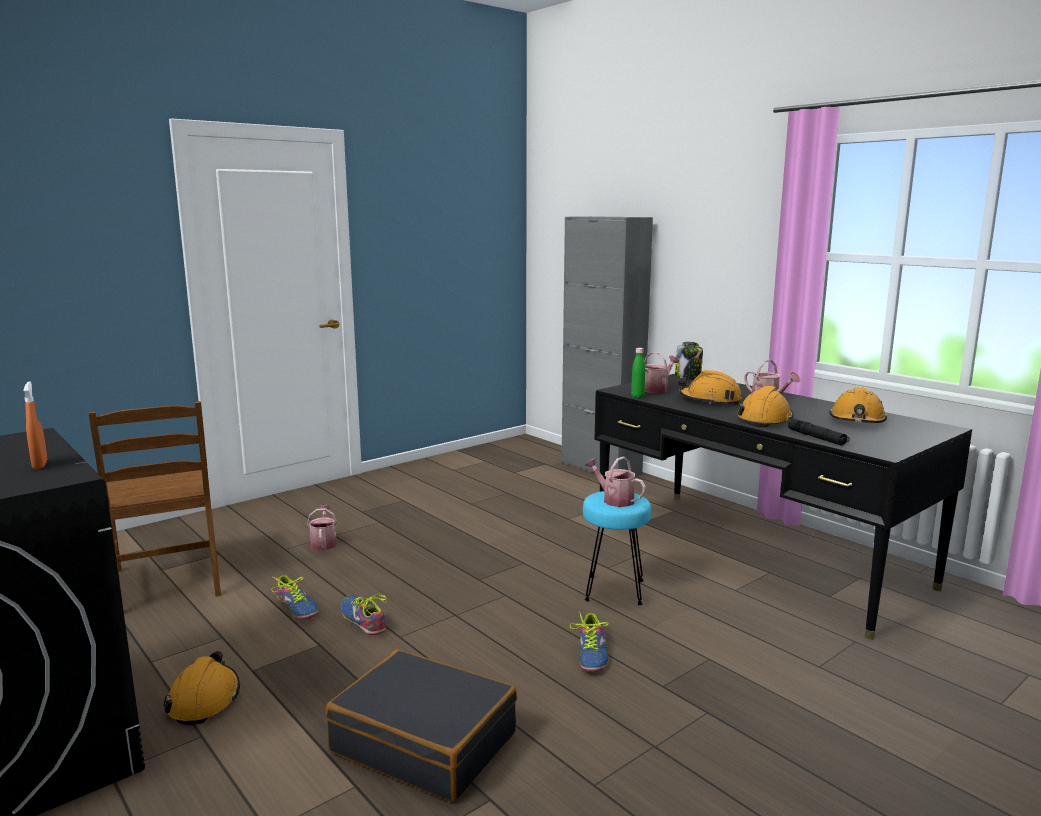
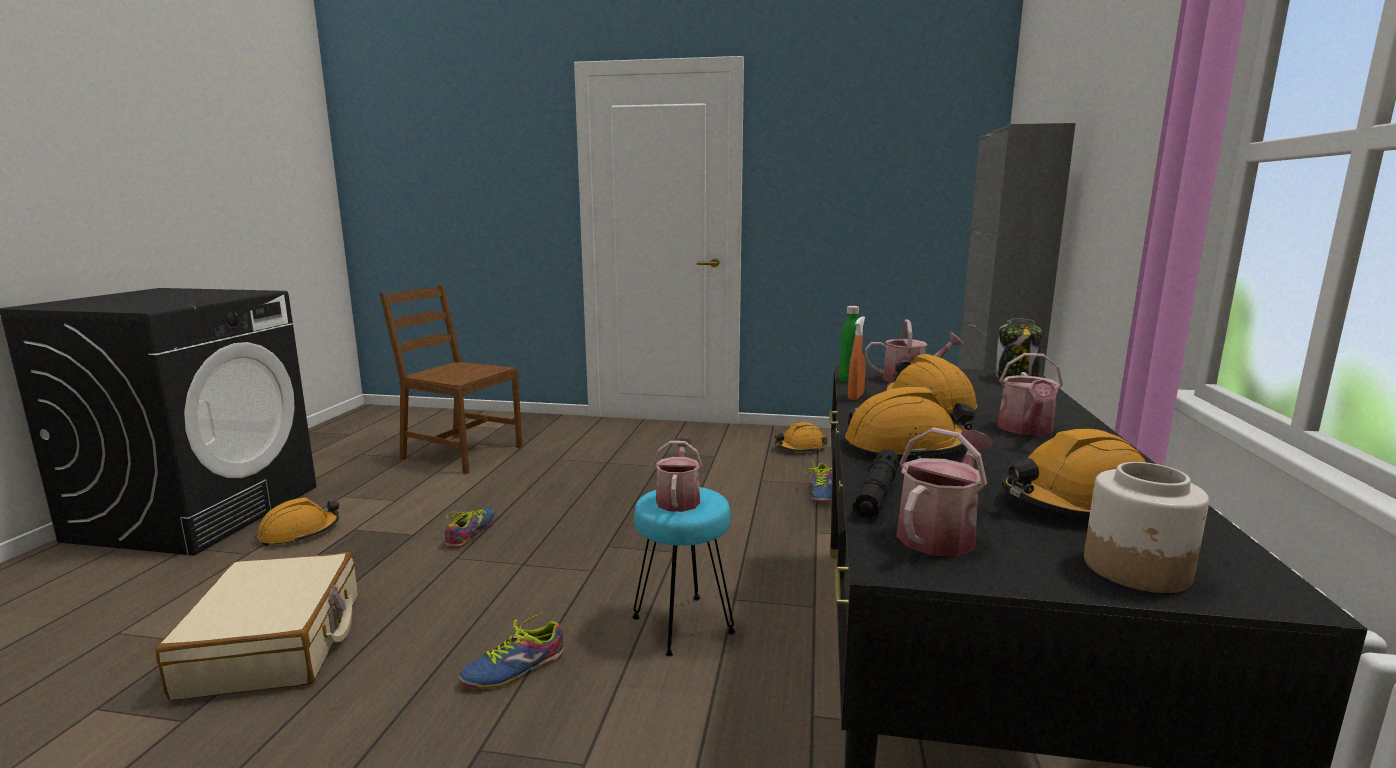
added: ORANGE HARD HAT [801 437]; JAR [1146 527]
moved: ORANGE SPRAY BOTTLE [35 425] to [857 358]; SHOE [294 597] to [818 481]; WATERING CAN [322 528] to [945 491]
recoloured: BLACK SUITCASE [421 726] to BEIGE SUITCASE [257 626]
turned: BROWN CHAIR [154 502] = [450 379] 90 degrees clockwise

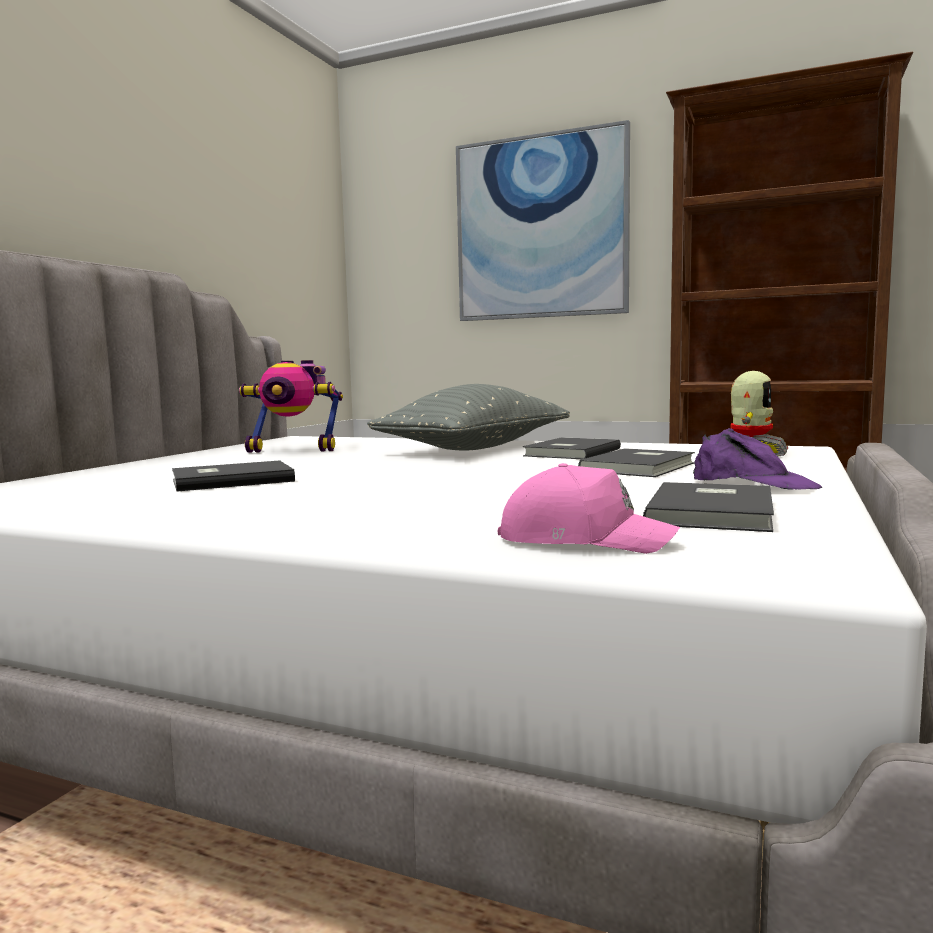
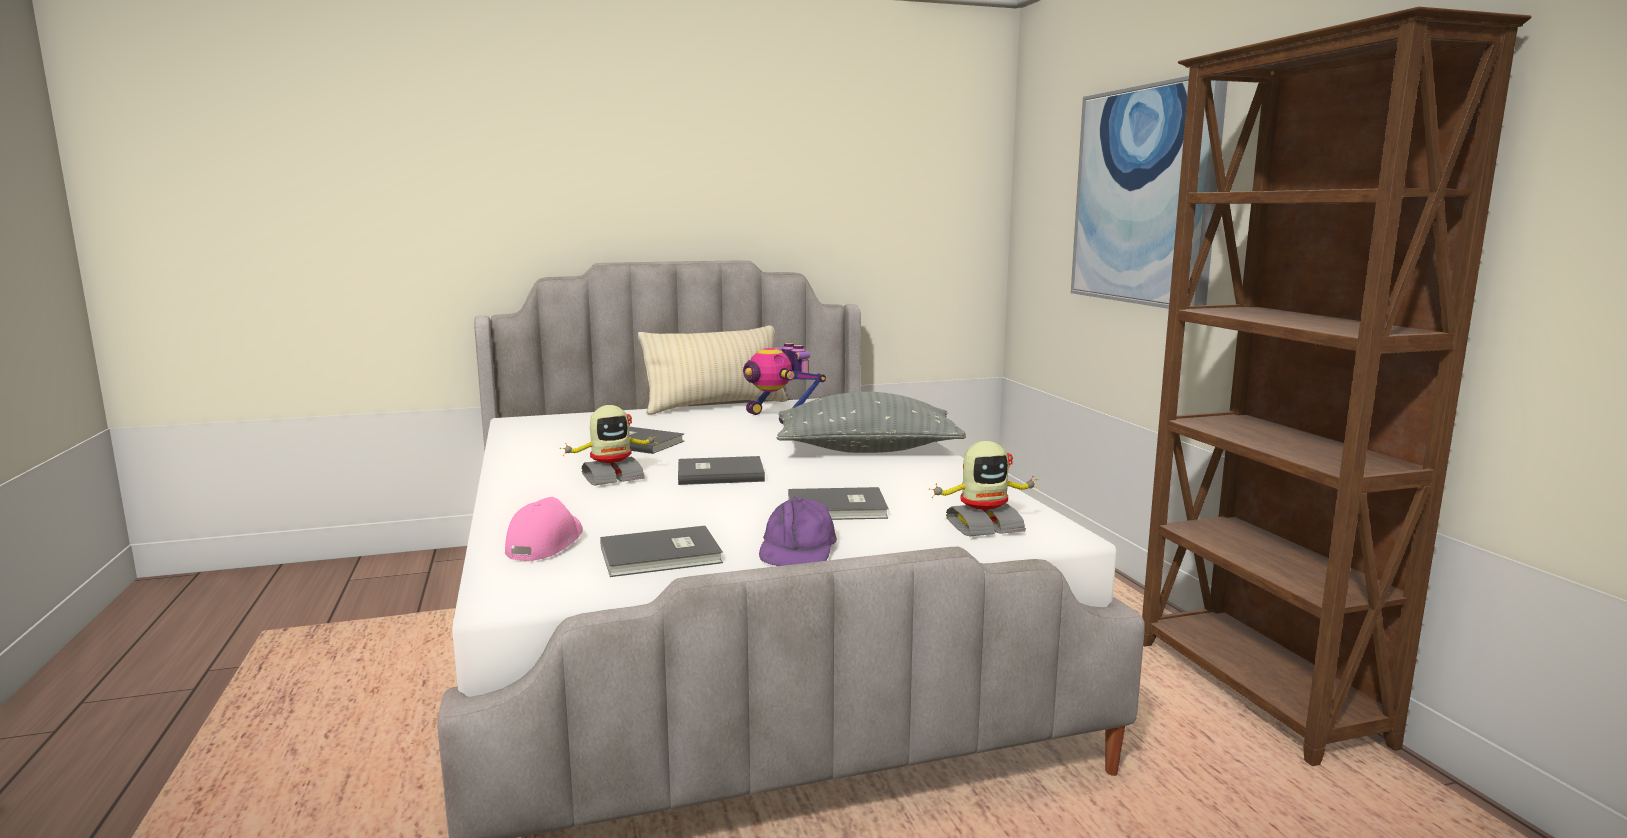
added: TOY ROBOT [608 445]; BEIGE PILLOW [713 370]
moved: GREY BOOK [572 448] to [721 470]
turned: PINK CAP [589 508] = [544 529] 150 degrees counterclockwise

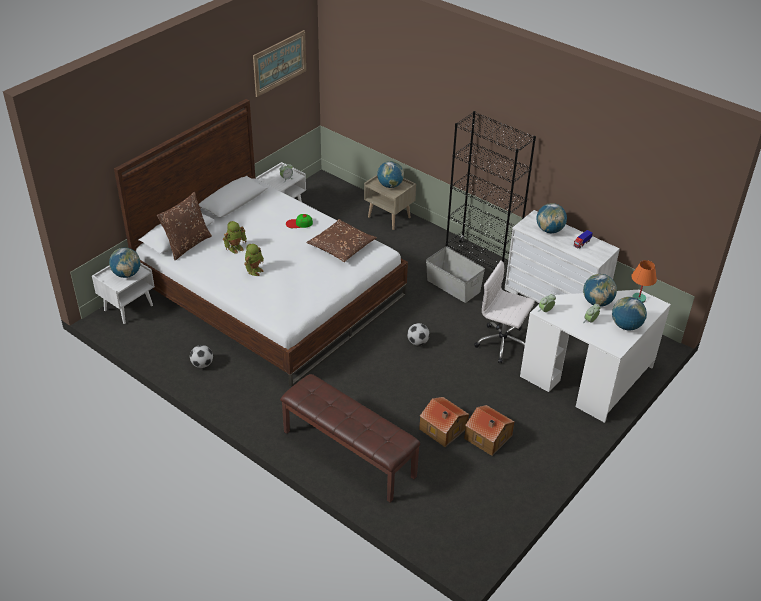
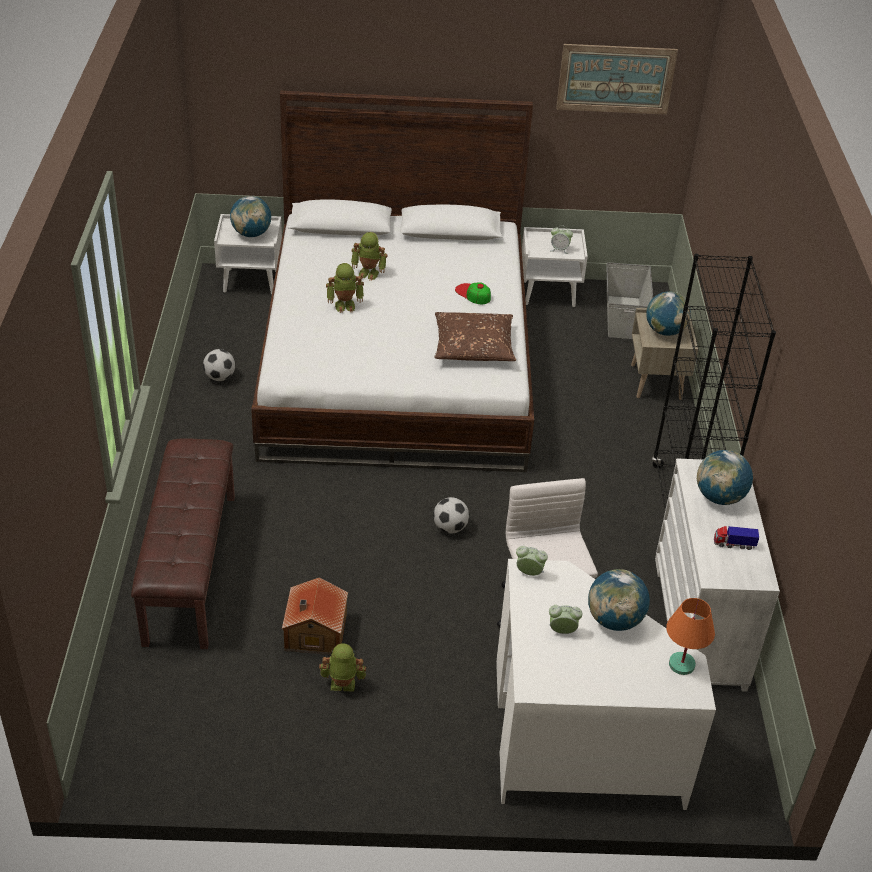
removed: BROWN PILLOW [184 226]; GLOBE [629 313]
moved: GREY STORAGE BOX [455 275] to [629 300]
replaced: TOY HOUSE [489 430] to TOY ROBOT [342 667]

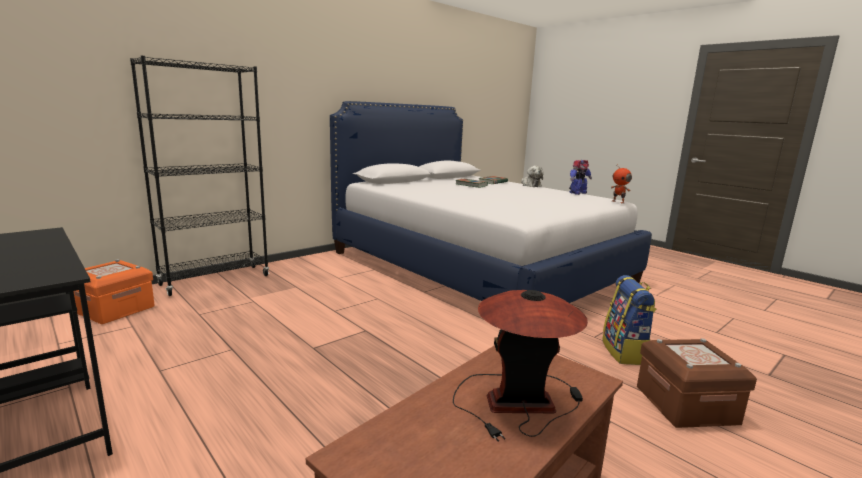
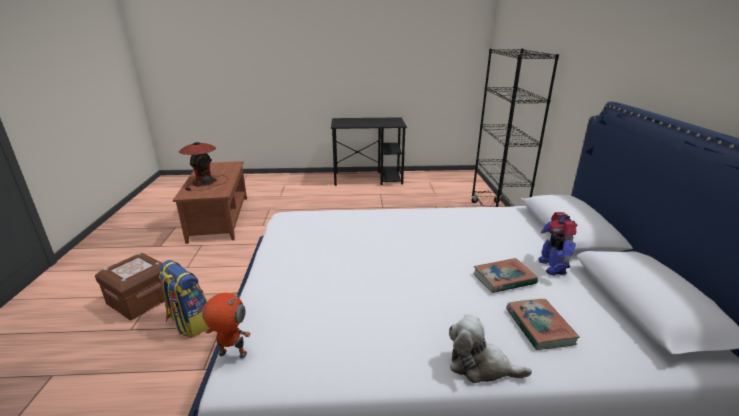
removed: ORANGE STORAGE BOX [114 291]
moved: TOY ROBOT [580 177] to [557 244]

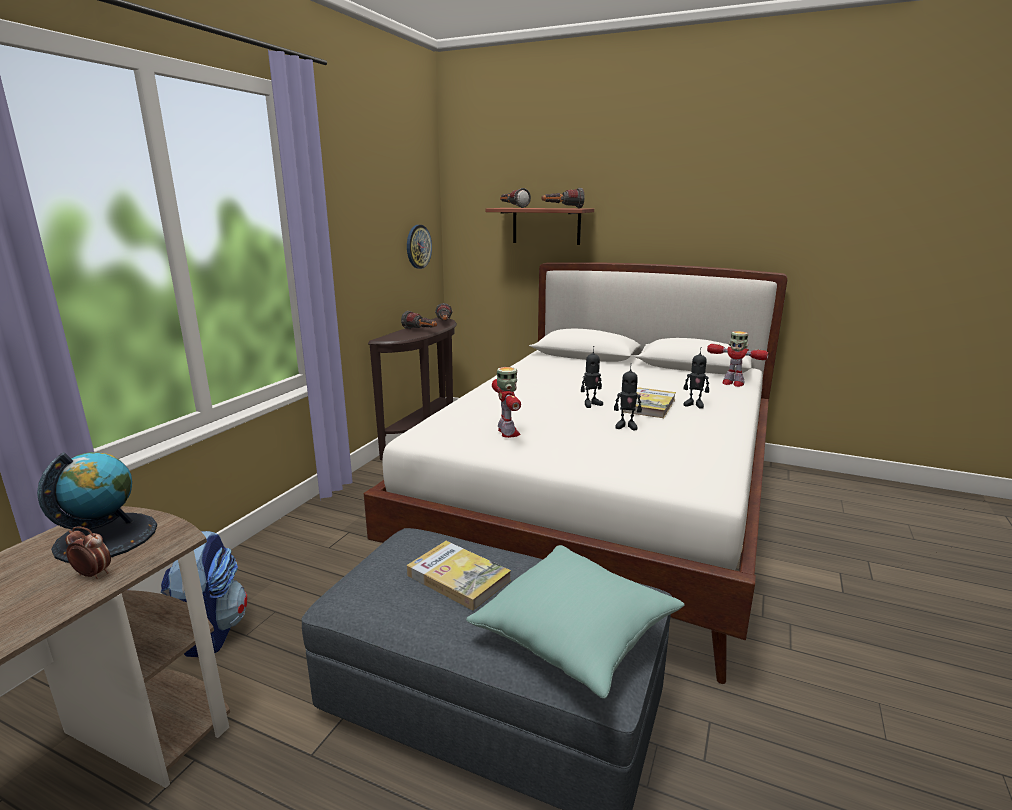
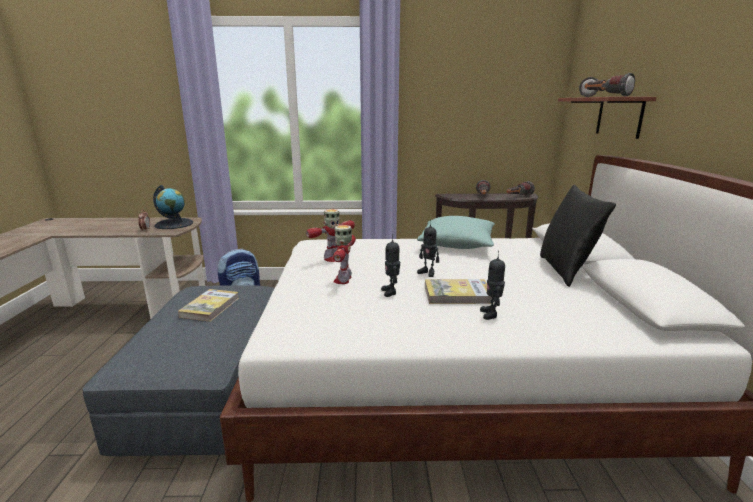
removed: WALL CLOCK [419 247]
added: BLACK PILLOW [578 235]
moved: TURQUOISE PILLOW [575 622] to [456 232]; TOY ROBOT [738 359] to [344 254]

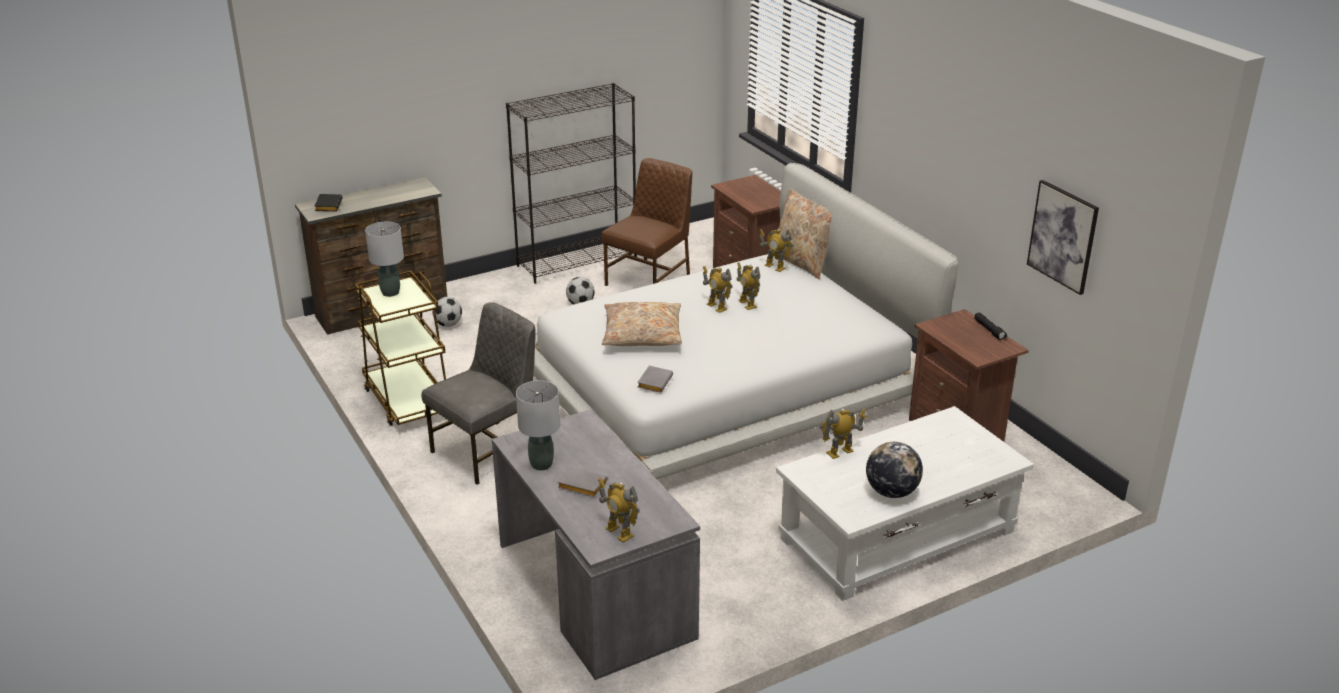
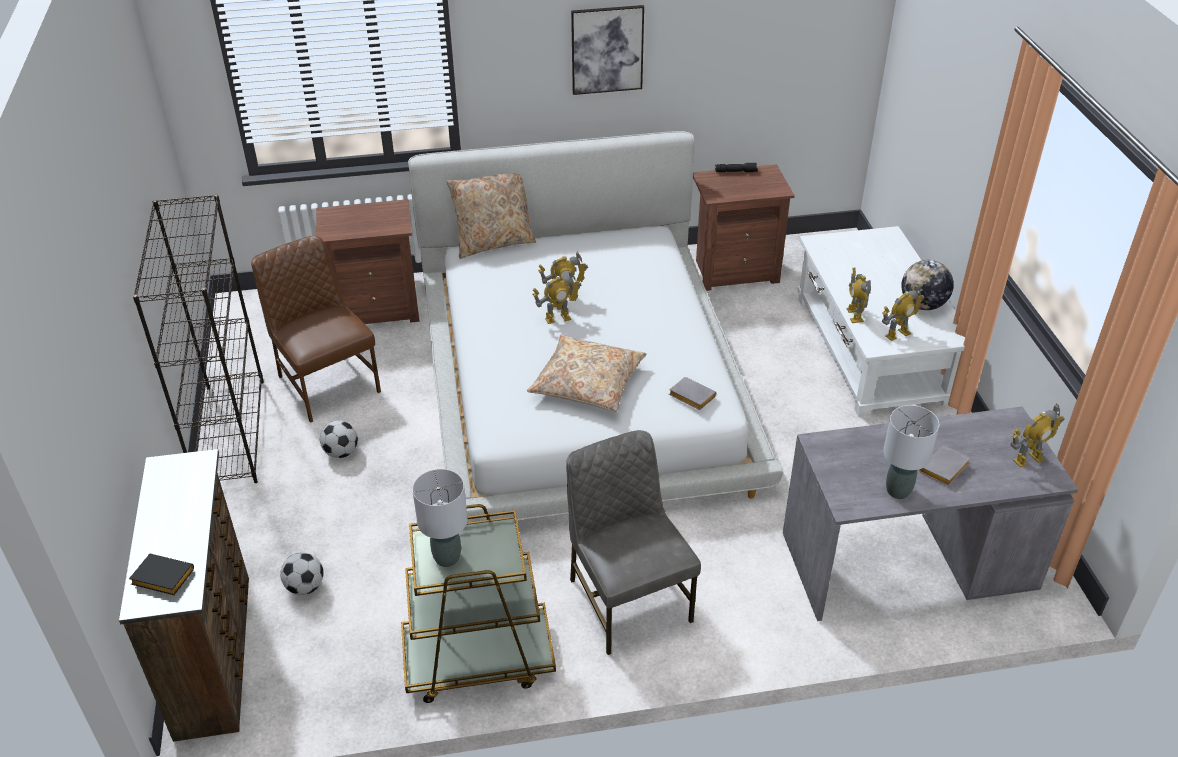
moved: TOY ROBOT [777 250] to [903 312]; PICTURE [1063 237] to [607 50]

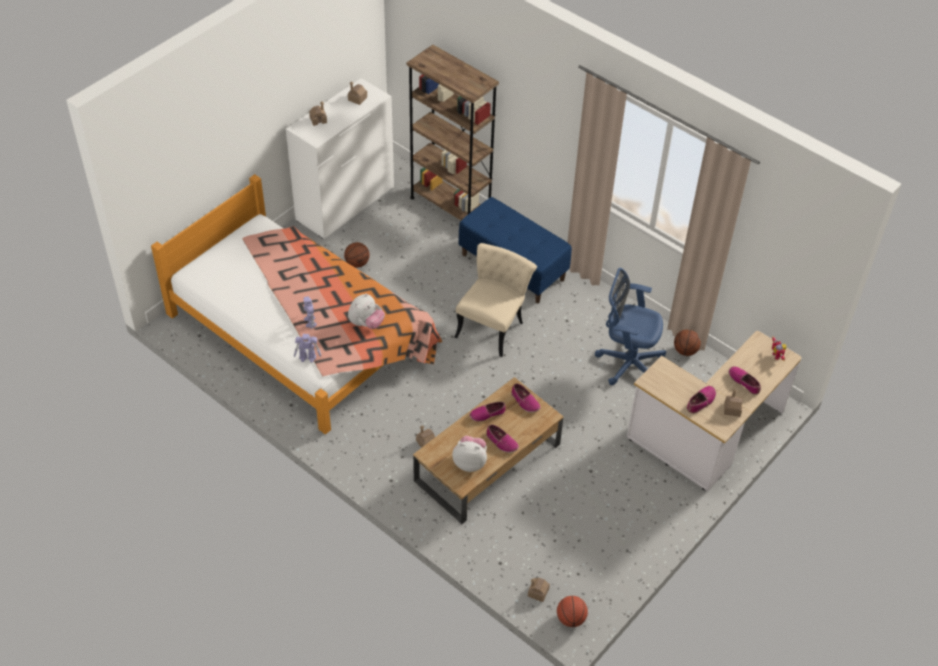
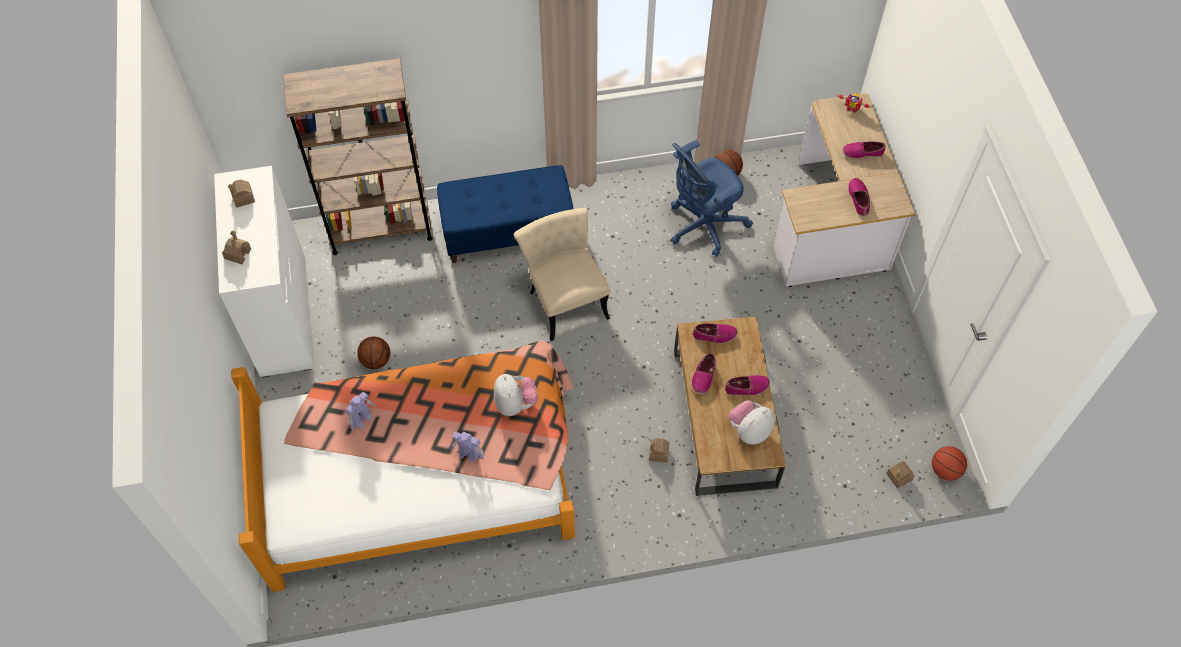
removed: TOY HOUSE [733 403]
moved: TOY ROBOT [307 348] to [361 411]

